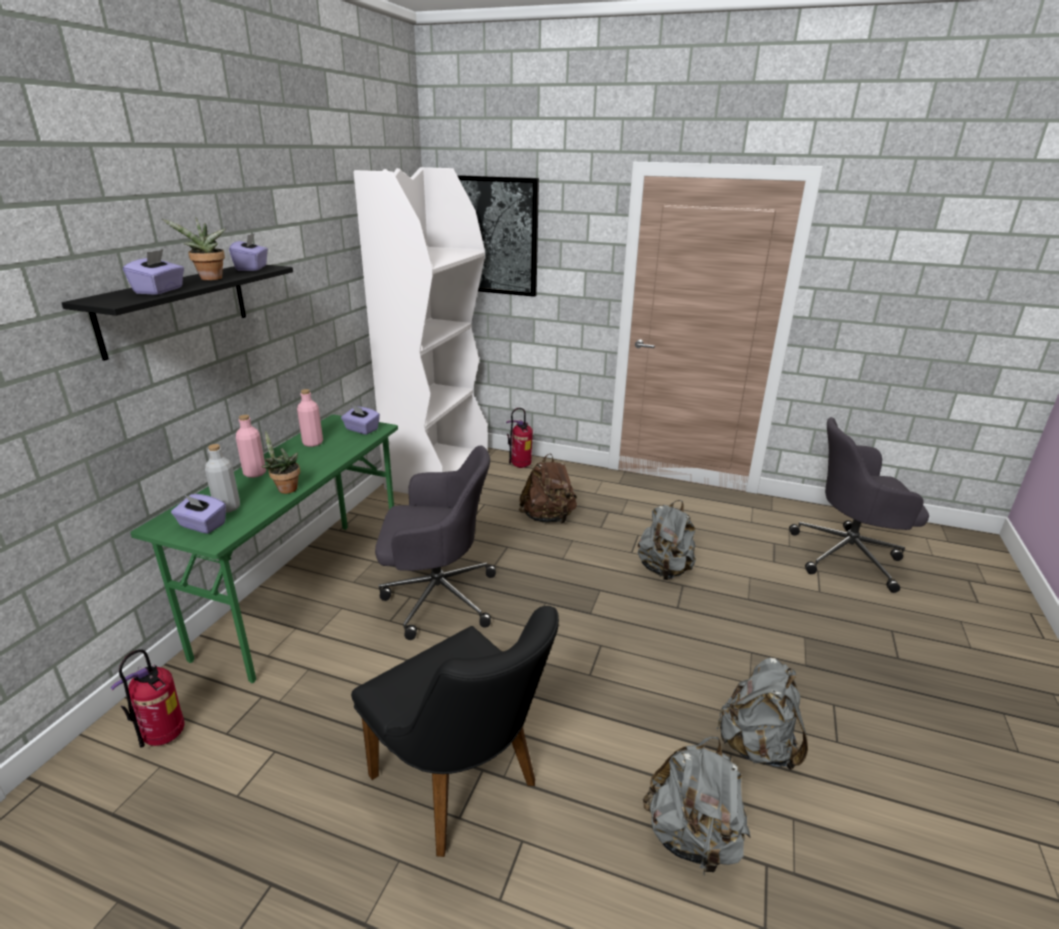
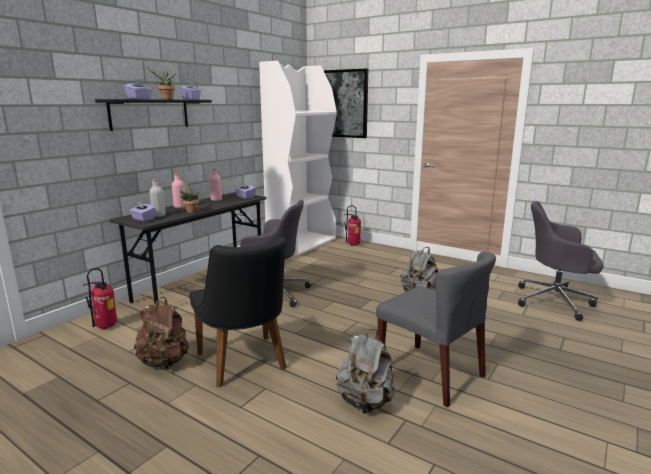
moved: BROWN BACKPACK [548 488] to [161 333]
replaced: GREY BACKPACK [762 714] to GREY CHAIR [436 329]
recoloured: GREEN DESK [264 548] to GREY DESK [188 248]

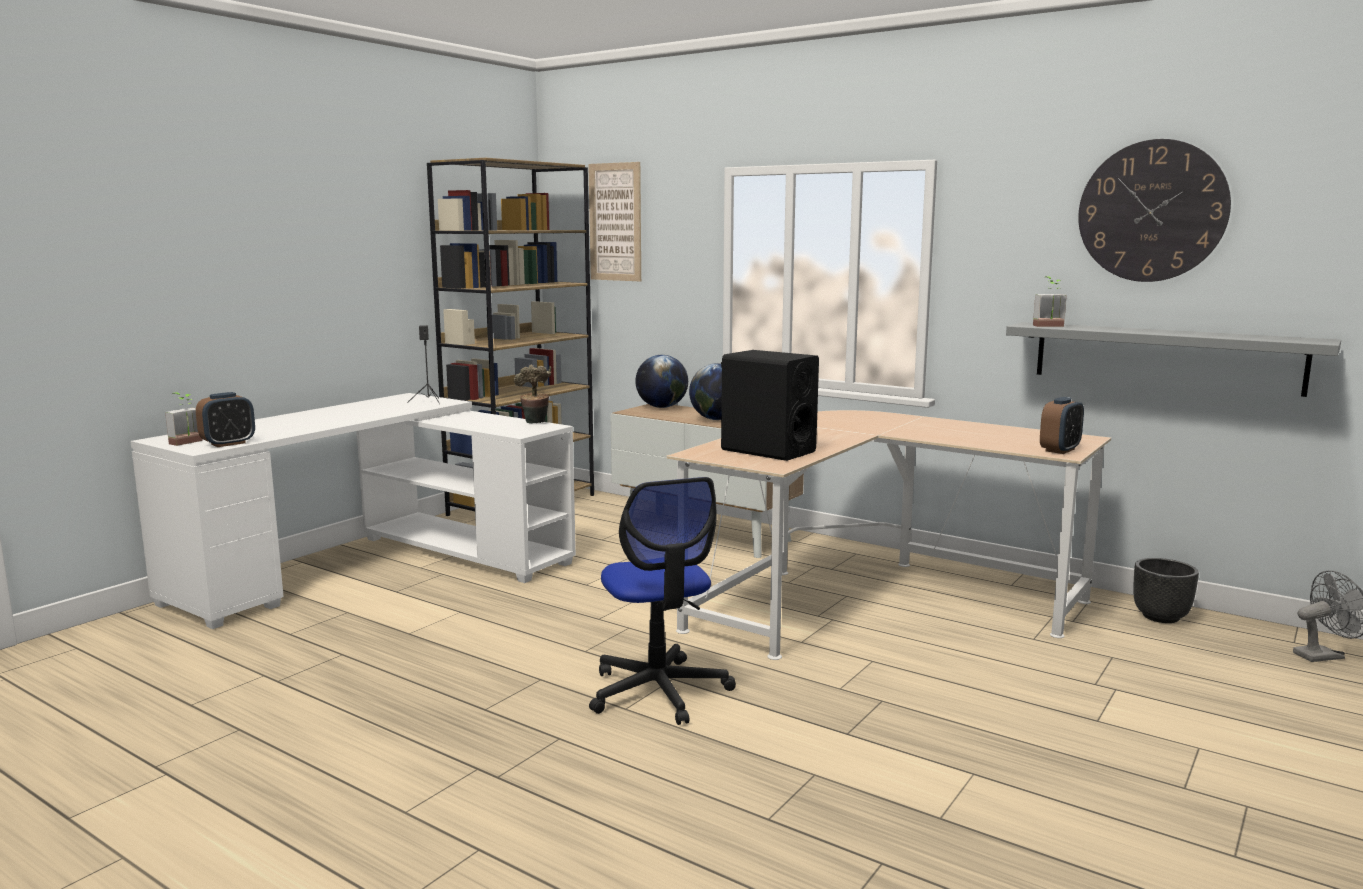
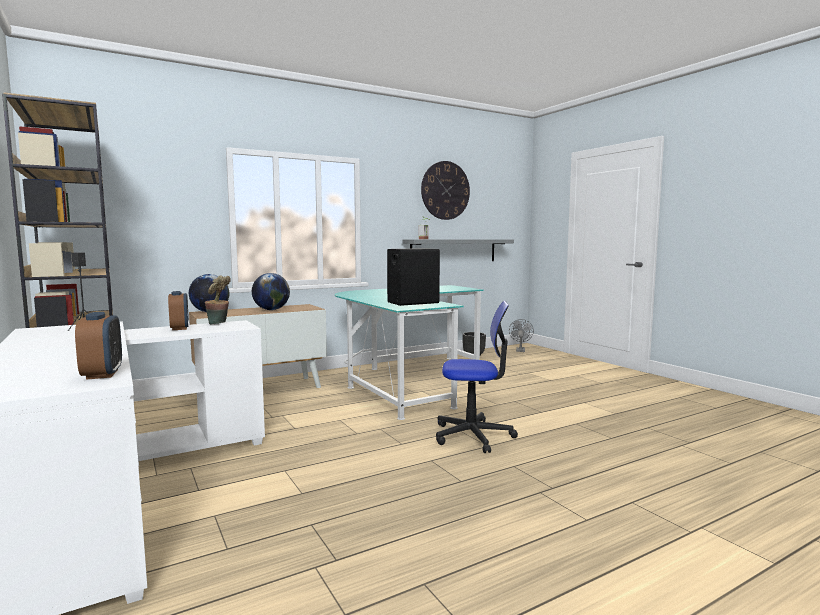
removed: POTTED PLANT [184 419]; PICTURE [614 221]
moved: ALARM CLOCK [1062 425] to [178 310]
recoloured: BEIGE DESK [888 535] to TURQUOISE DESK [409 352]

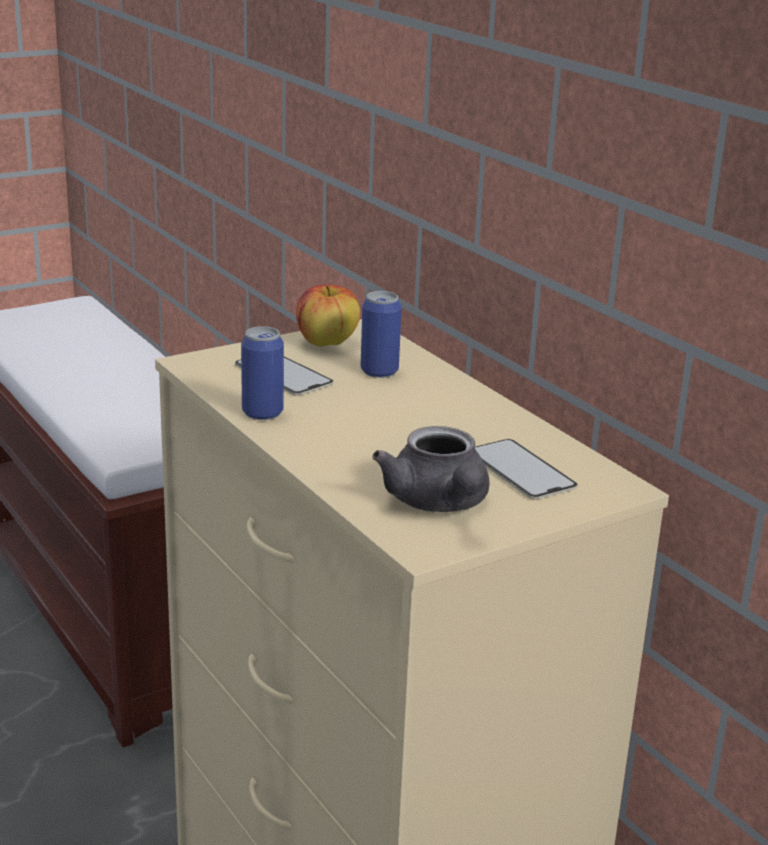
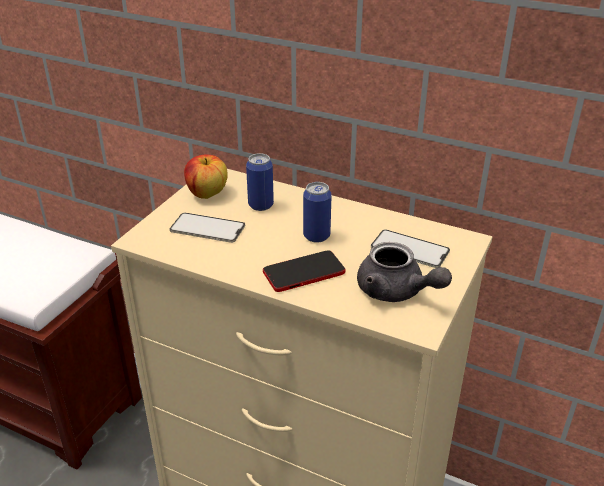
added: PHONE [304 271]
moved: CAN [262 373] to [317 212]

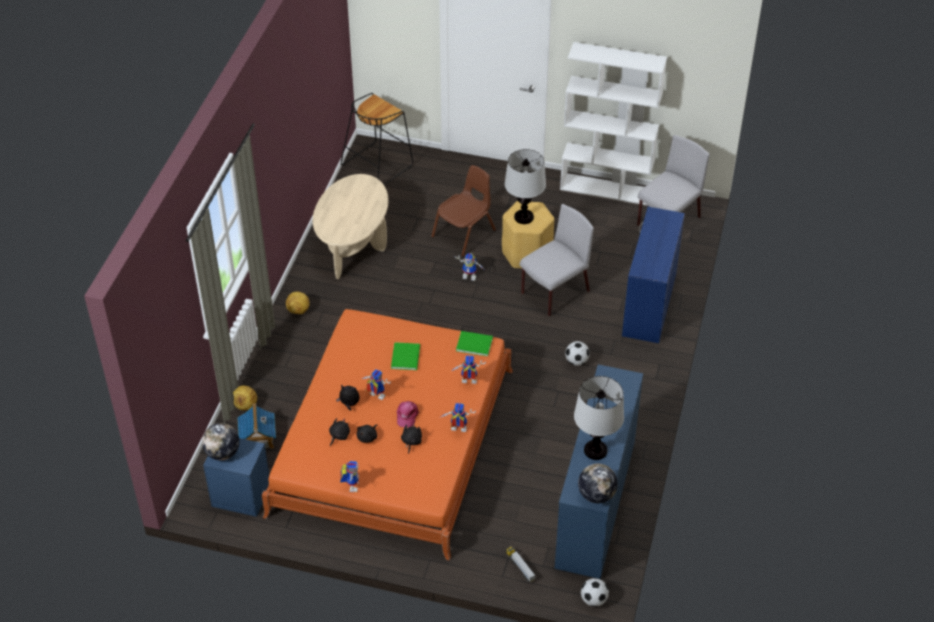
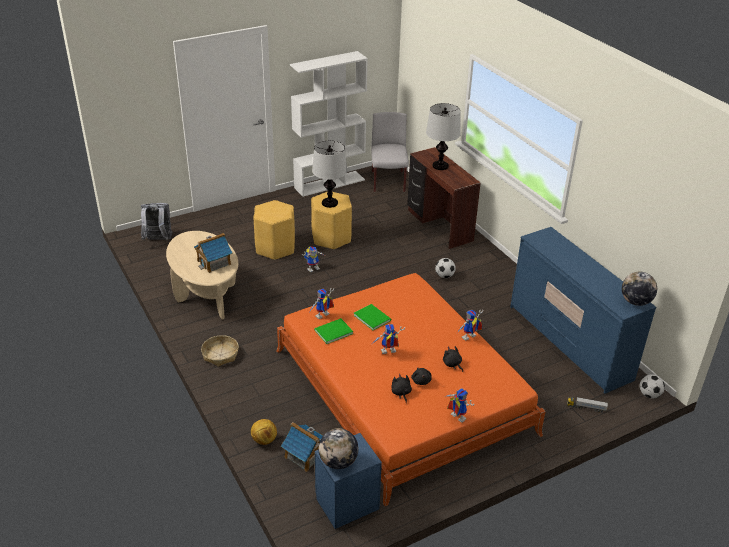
removed: PLUSH TOY [347 398]; PINK CAP [408 414]; GREY CHAIR [556 260]
added: TOY HOUSE [213 253]
moved: TOY ROBOT [468 369] to [322 303]; GREEN BOOK [474 343] to [333 331]; TABLE LAMP [599 418] to [443 136]
replaced: FOOTBALL [298 302] to BASKET [220 351]; BLACK STOOL [377 139] to GREY BACKPACK [157 221]; BROWN CHAIR [463 211] to YELLOW STOOL [274 230]
recoloured: BLUE DESK [653 275] to BROWN DESK [444 198]

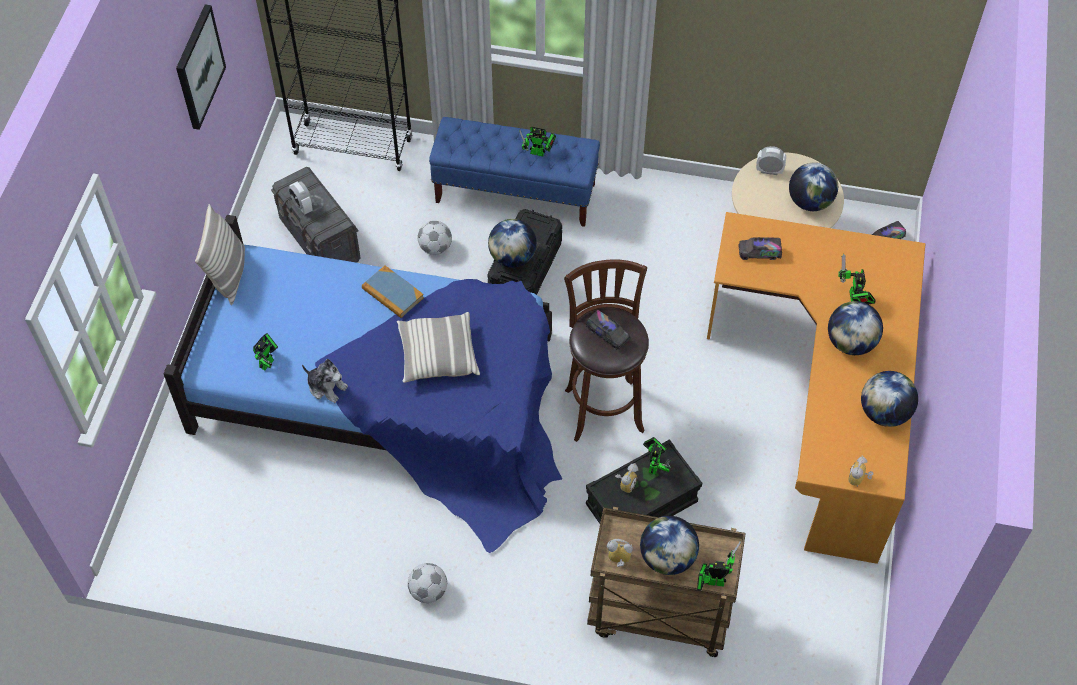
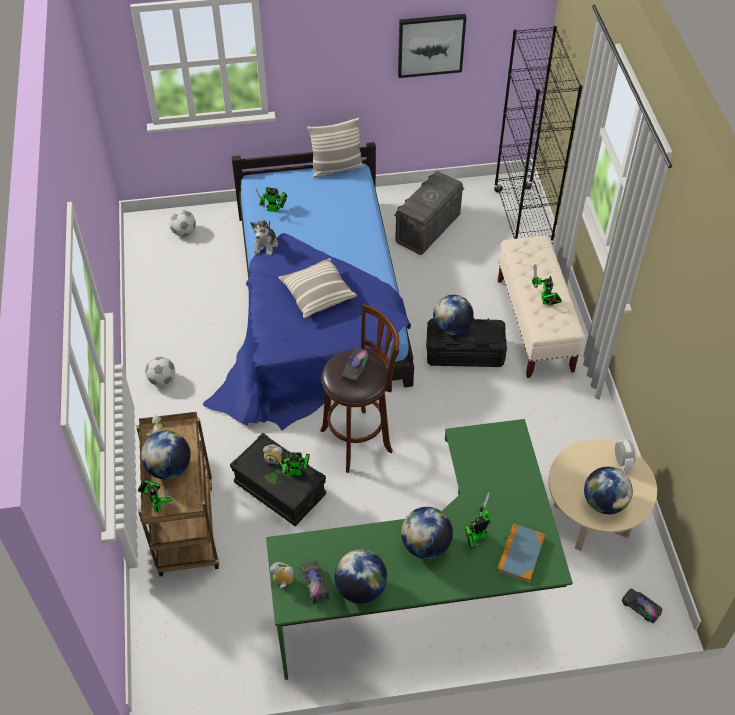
removed: ALARM CLOCK [300 197]
moved: BOOK [393 291] to [521 553]; FOOTBALL [435 238] to [182 223]; TOY TRUCK [760 248] to [315 582]
recoloured: BLUE BENCH [514 172] to BEIGE BENCH [541 307]; ORANGE DESK [816 388] to GREEN DESK [419 549]

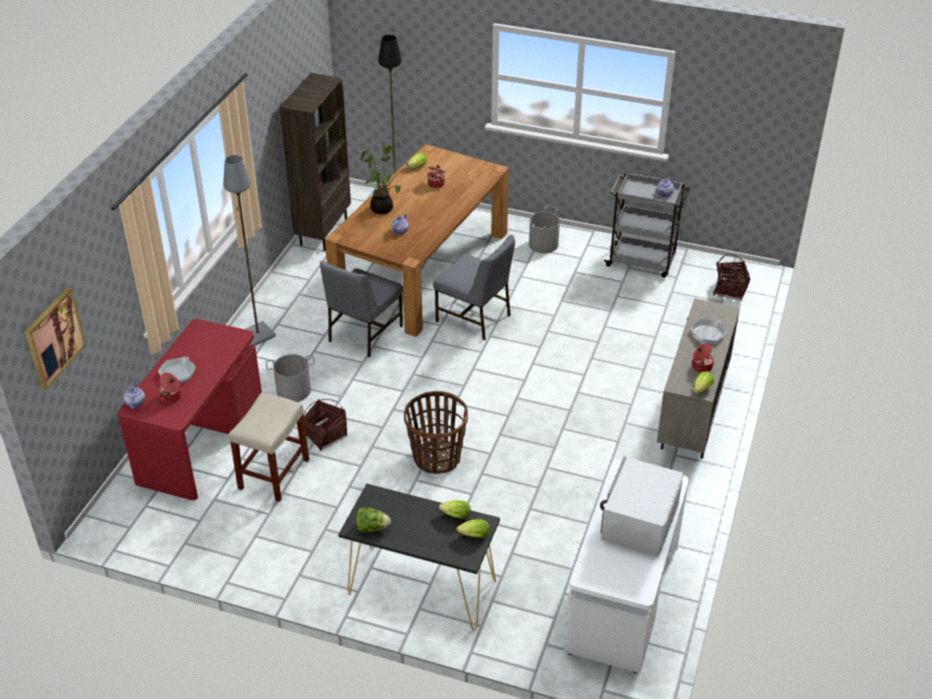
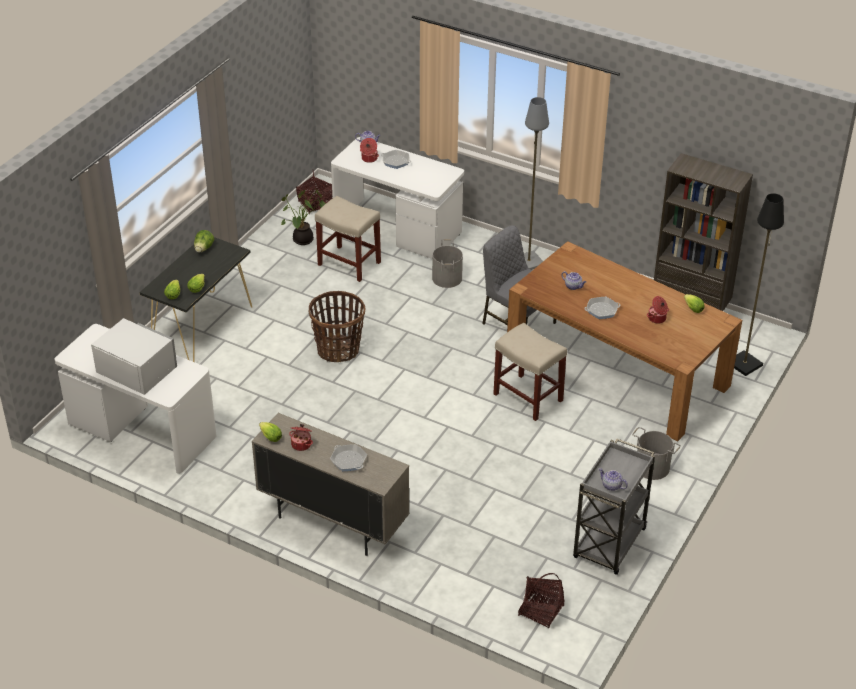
removed: PICTURE [56 338]
added: FRYING PAN [602 308]
moved: BASKET [325 425] to [314 192]; POTTED PLANT [386 179] to [303 216]
replaced: GREY CHAIR [474 288] to BEIGE STOOL [530 372]
recoloured: RED DESK [190 409] to WHITE DESK [397 198]

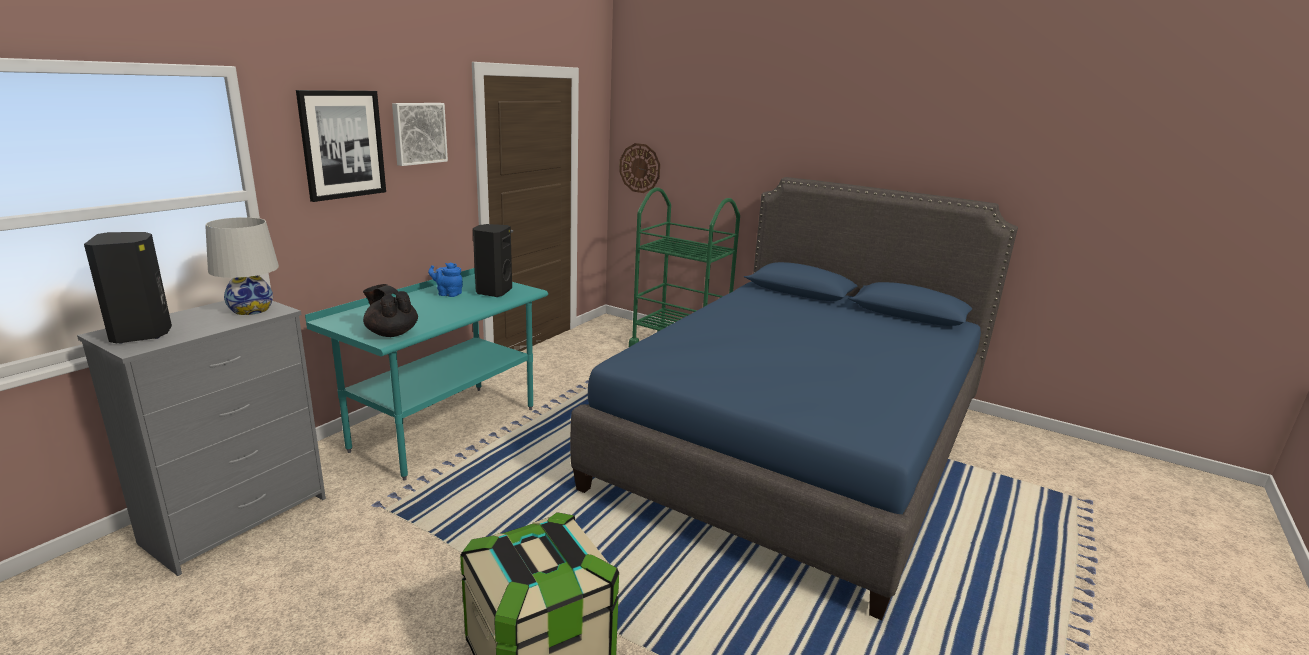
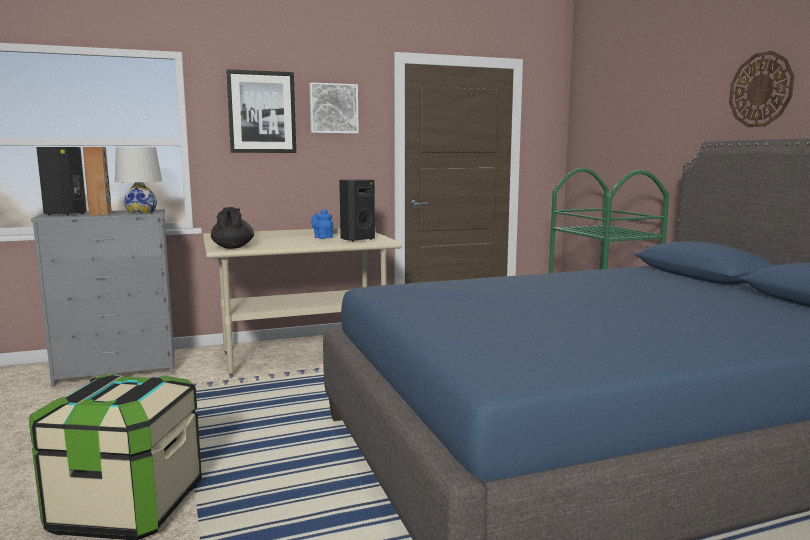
added: BROWN SPEAKER [97 181]
moved: WALL CLOCK [639 168] to [761 89]
recoloured: TURQUOISE DESK [426 374] to BEIGE DESK [302 303]

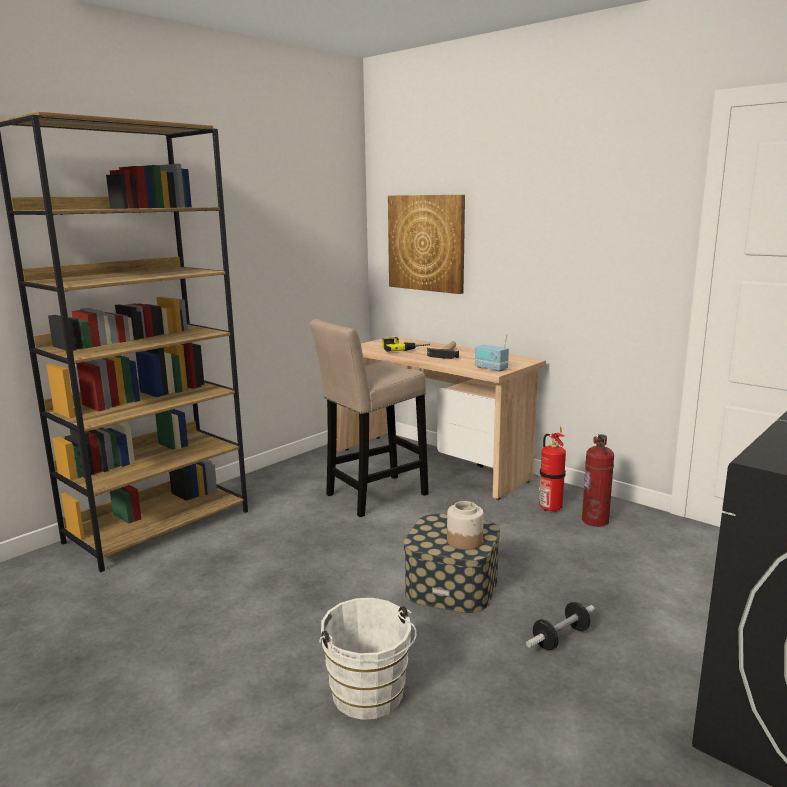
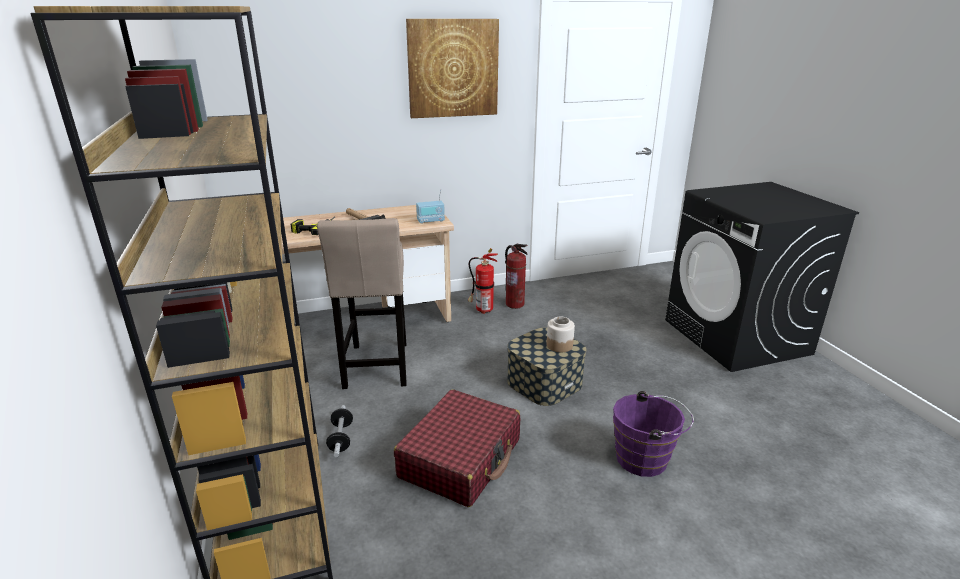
added: RED SUITCASE [457 448]
moved: PICTURE [426 244] to [452 68]; DUMBBELL [560 626] to [339 431]
recoloured: WHITE BUCKET [368 659] to PURPLE BUCKET [653 434]

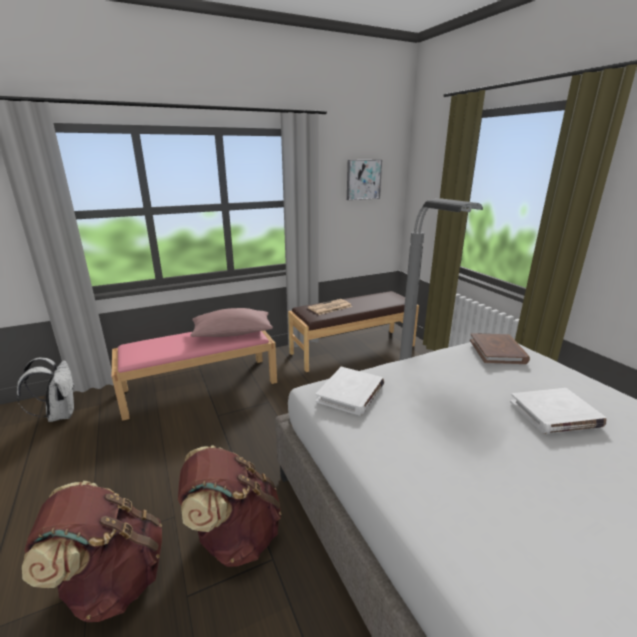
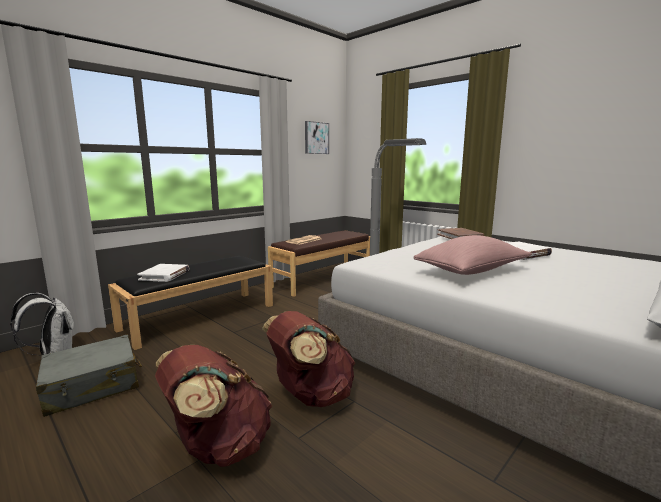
added: GREY SUITCASE [89 376]
moved: PINK PILLOW [231 322] to [473 255]; WHITE BOOK [350 391] to [163 273]
recoloured: PINK BENCH [194 375] to BLACK BENCH [190 303]

